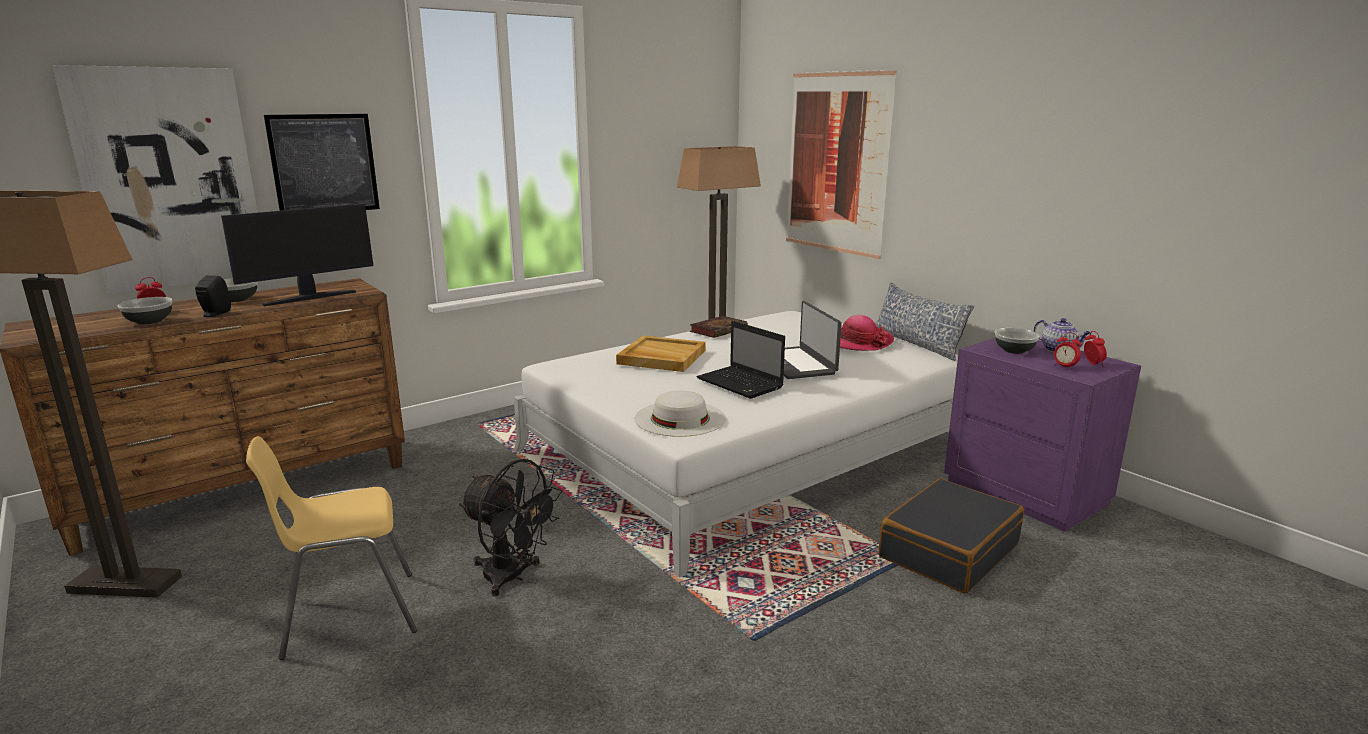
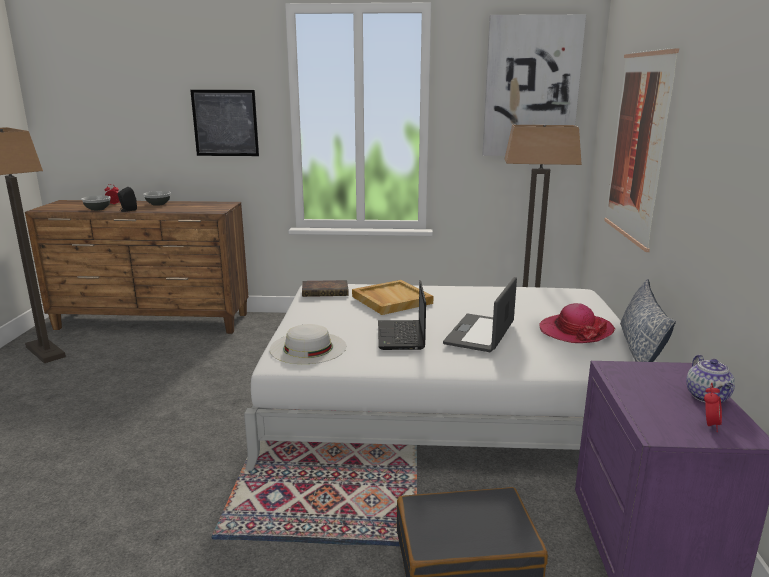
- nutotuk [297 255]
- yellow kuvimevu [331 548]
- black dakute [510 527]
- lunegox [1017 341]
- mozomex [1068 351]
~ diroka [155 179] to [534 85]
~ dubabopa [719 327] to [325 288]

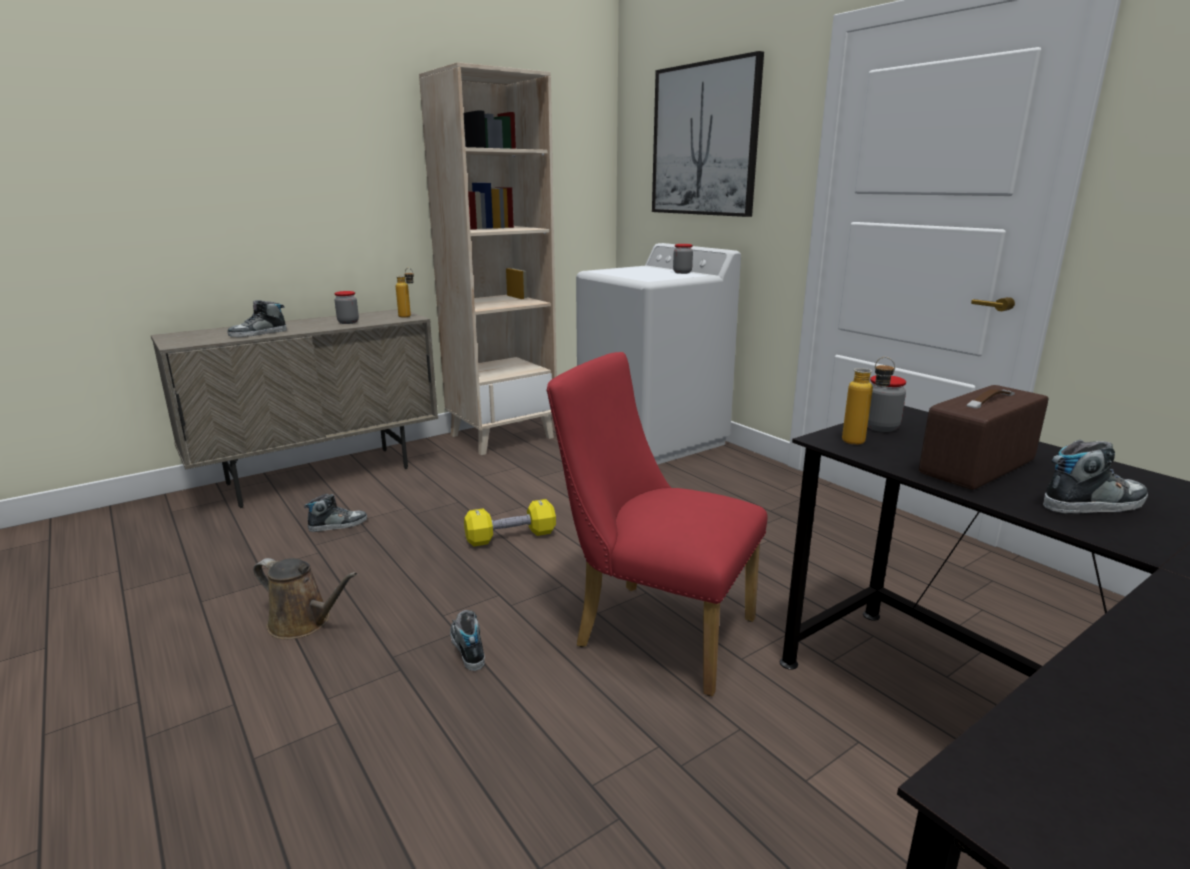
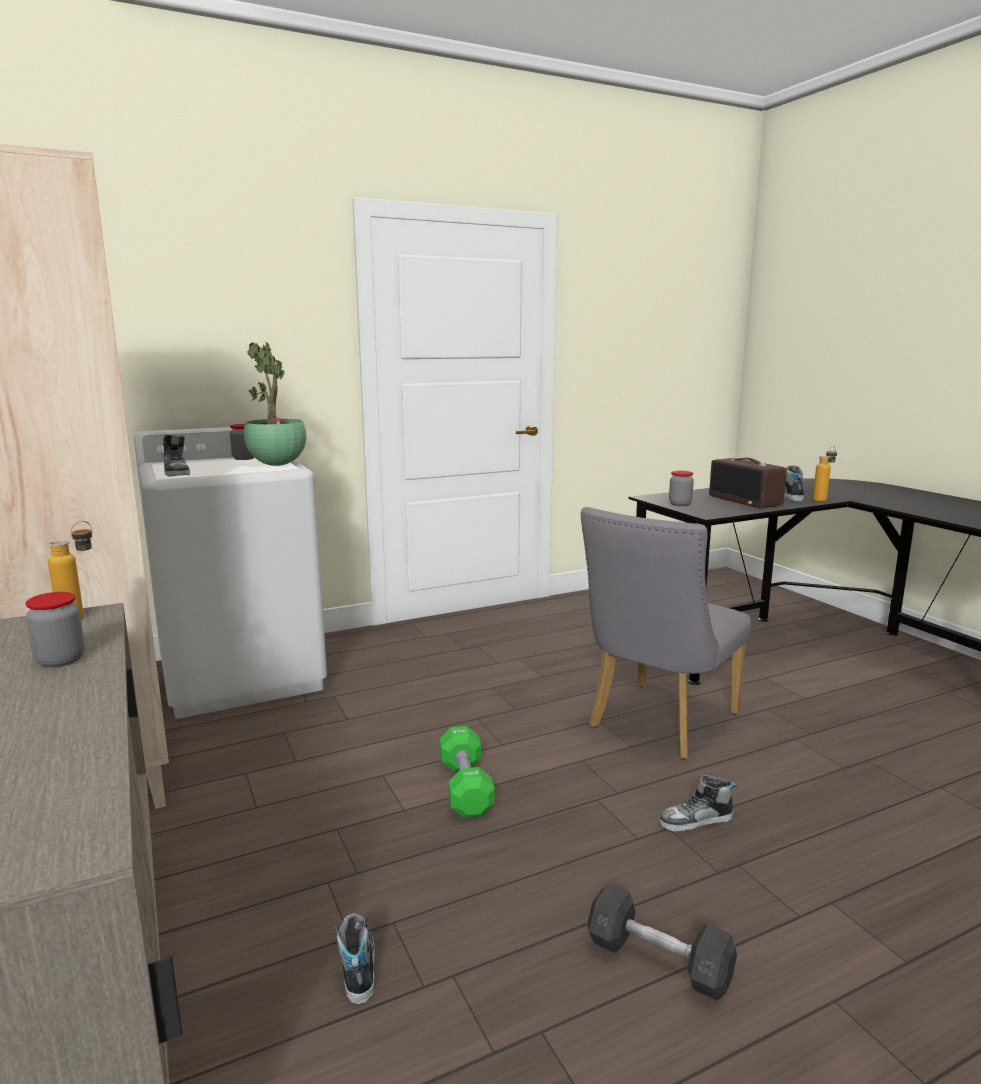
- diroka [708 134]
+ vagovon [275 404]
~ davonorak [257 318] to [176 455]
~ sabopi [868 401] to [825 474]
~ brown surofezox [305 599] to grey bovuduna [662 941]
~ yellow bovuduna [510 523] to green bovuduna [467 772]
~ red kuvimevu [656 524] to grey kuvimevu [666 633]

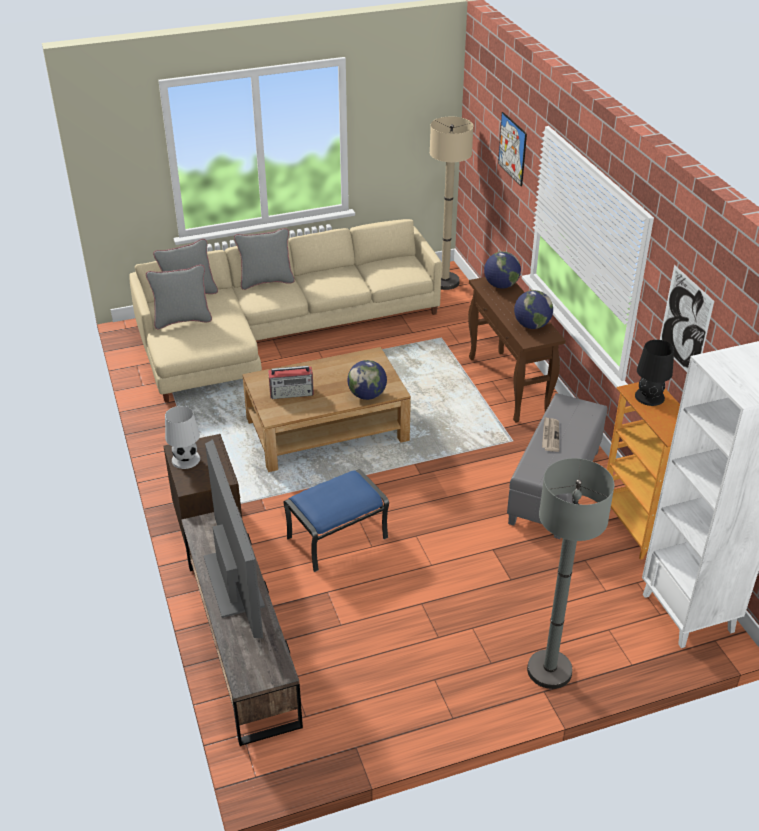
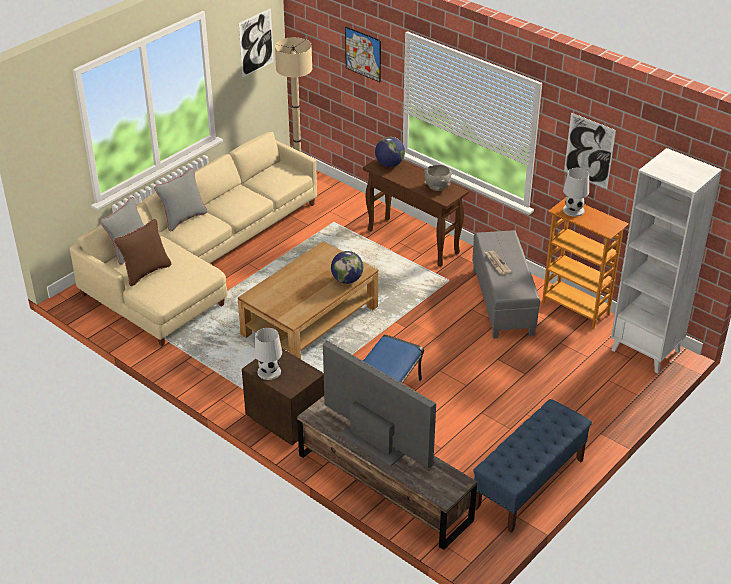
- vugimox [291 382]
- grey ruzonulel [570 573]
+ diroka [256 42]
+ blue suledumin [532 466]
~ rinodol [533 309] to grey lunegox [438 178]
~ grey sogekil [179 297] to brown sogekil [142 252]
~ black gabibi [654 373] to white gabibi [576 192]

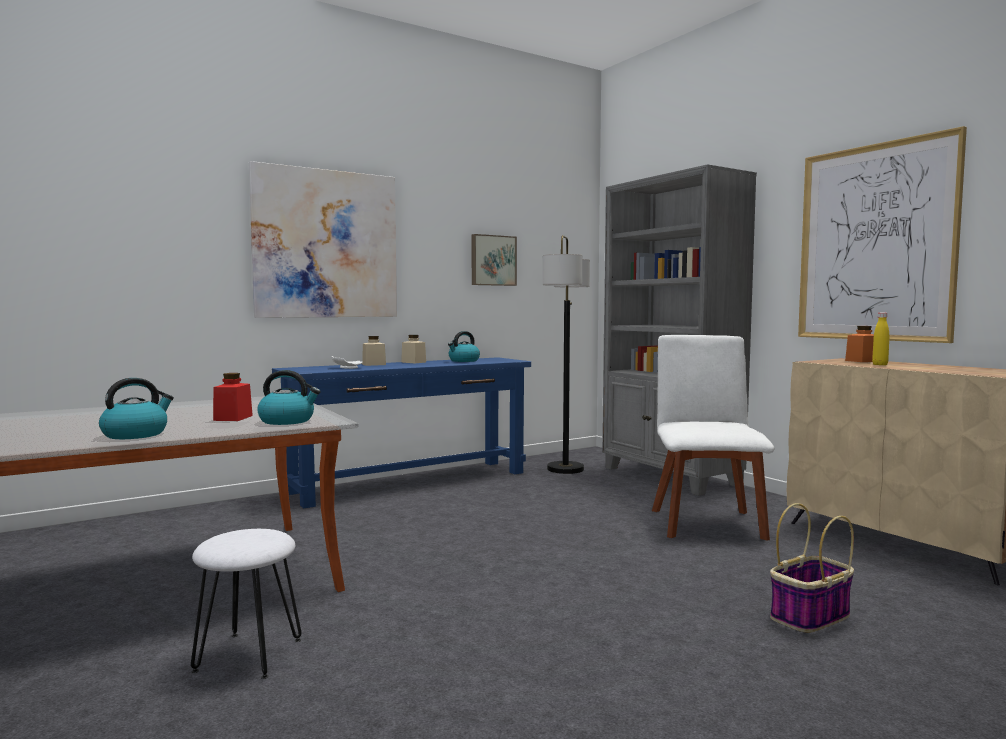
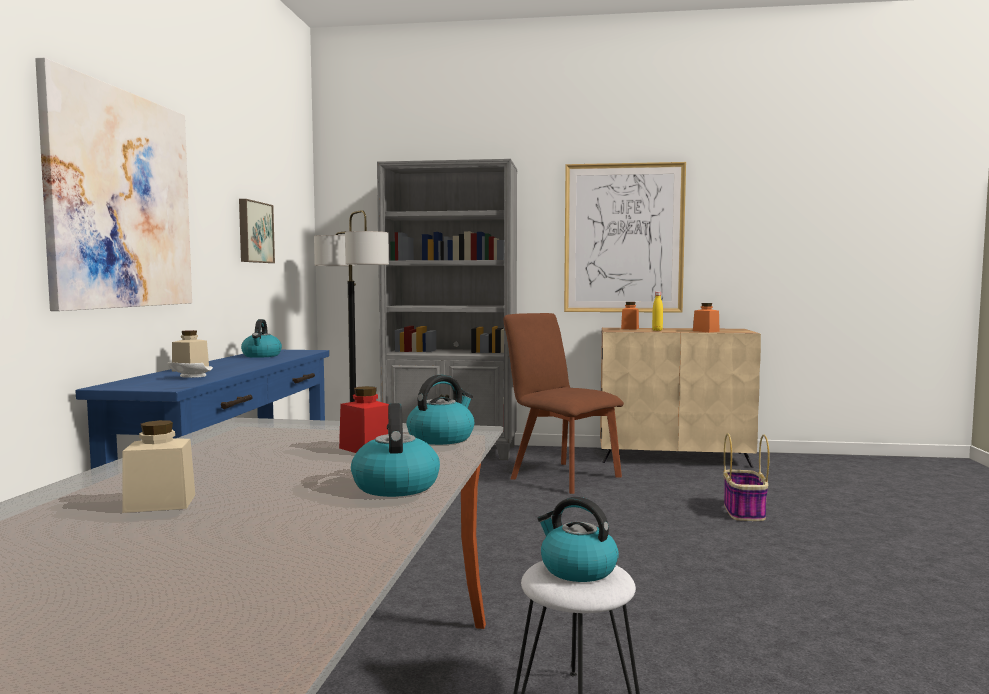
+ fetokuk [578 539]
+ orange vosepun [706 317]
~ beige vosepun [413 349] to [158 466]
~ white kuvimevu [713 437] to brown kuvimevu [563 403]

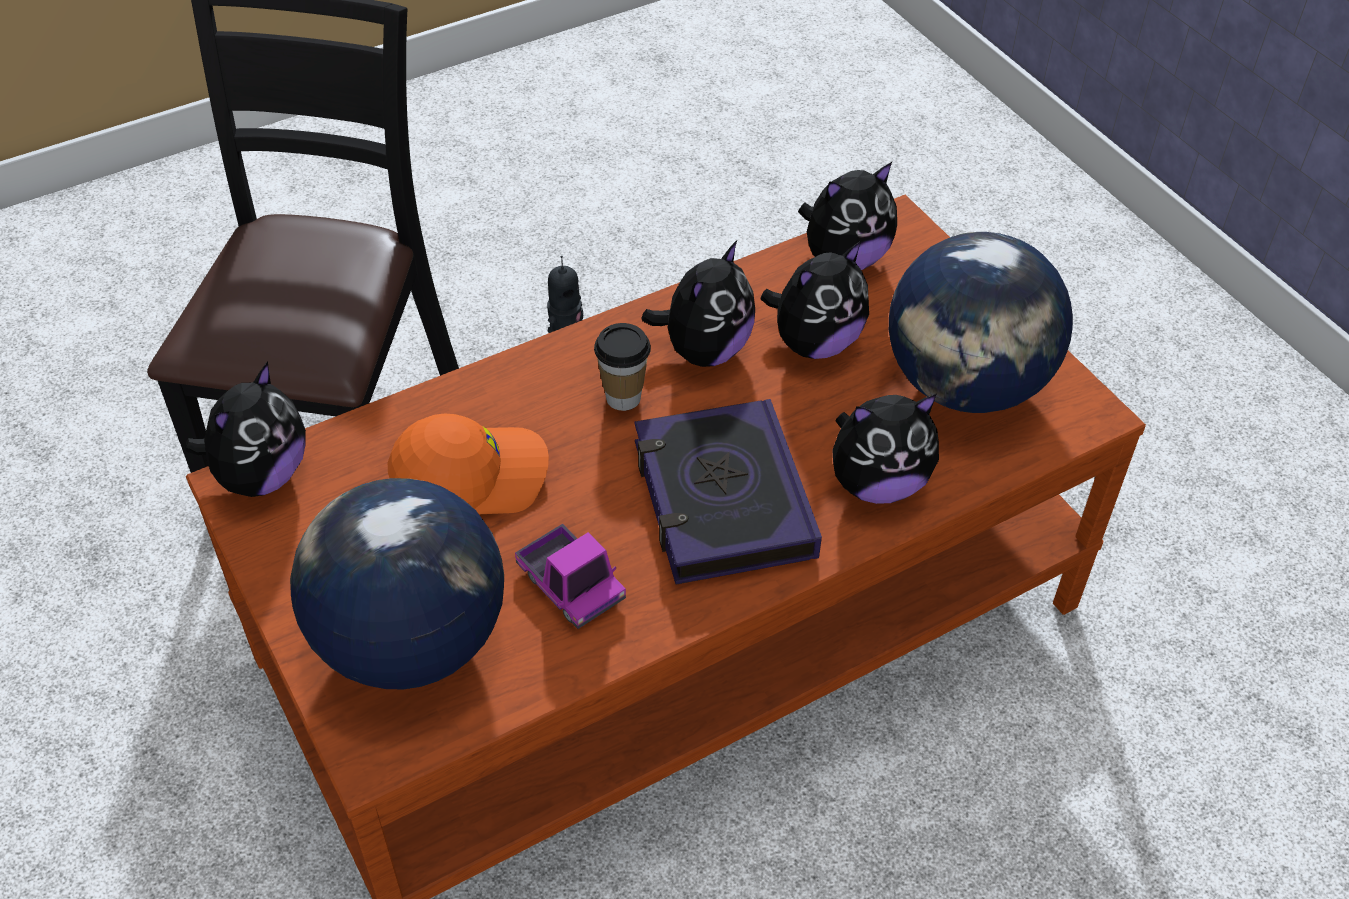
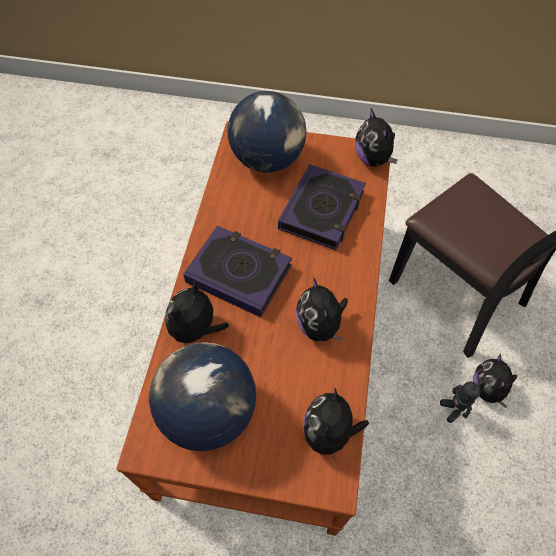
- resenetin [570 576]
- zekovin [622 367]
~ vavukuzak [815 300] to [495 381]
~ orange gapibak [468 464] to dubabopa [322 207]

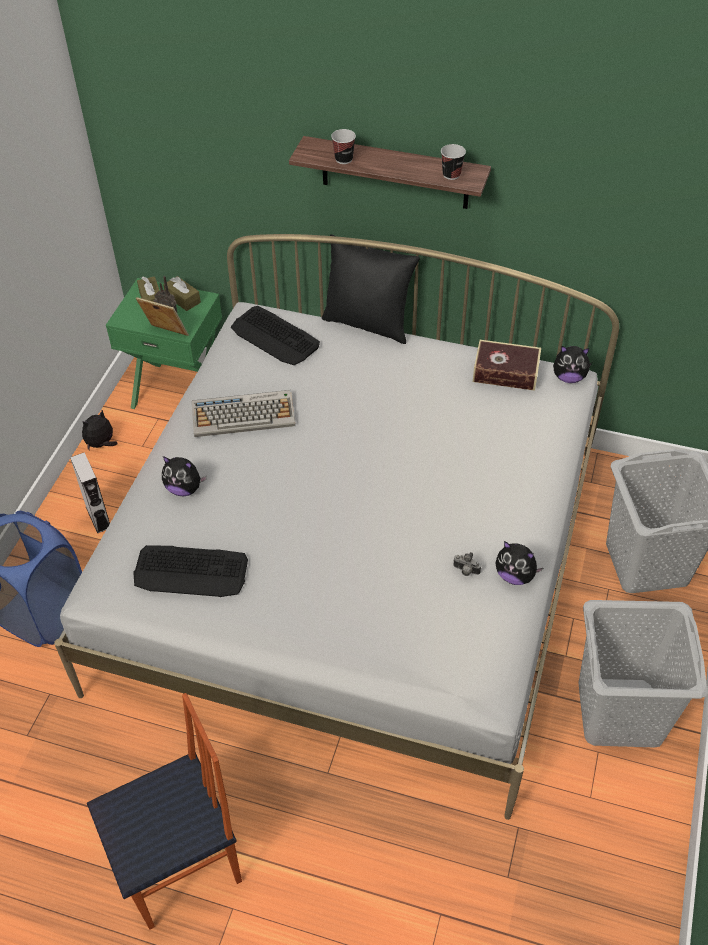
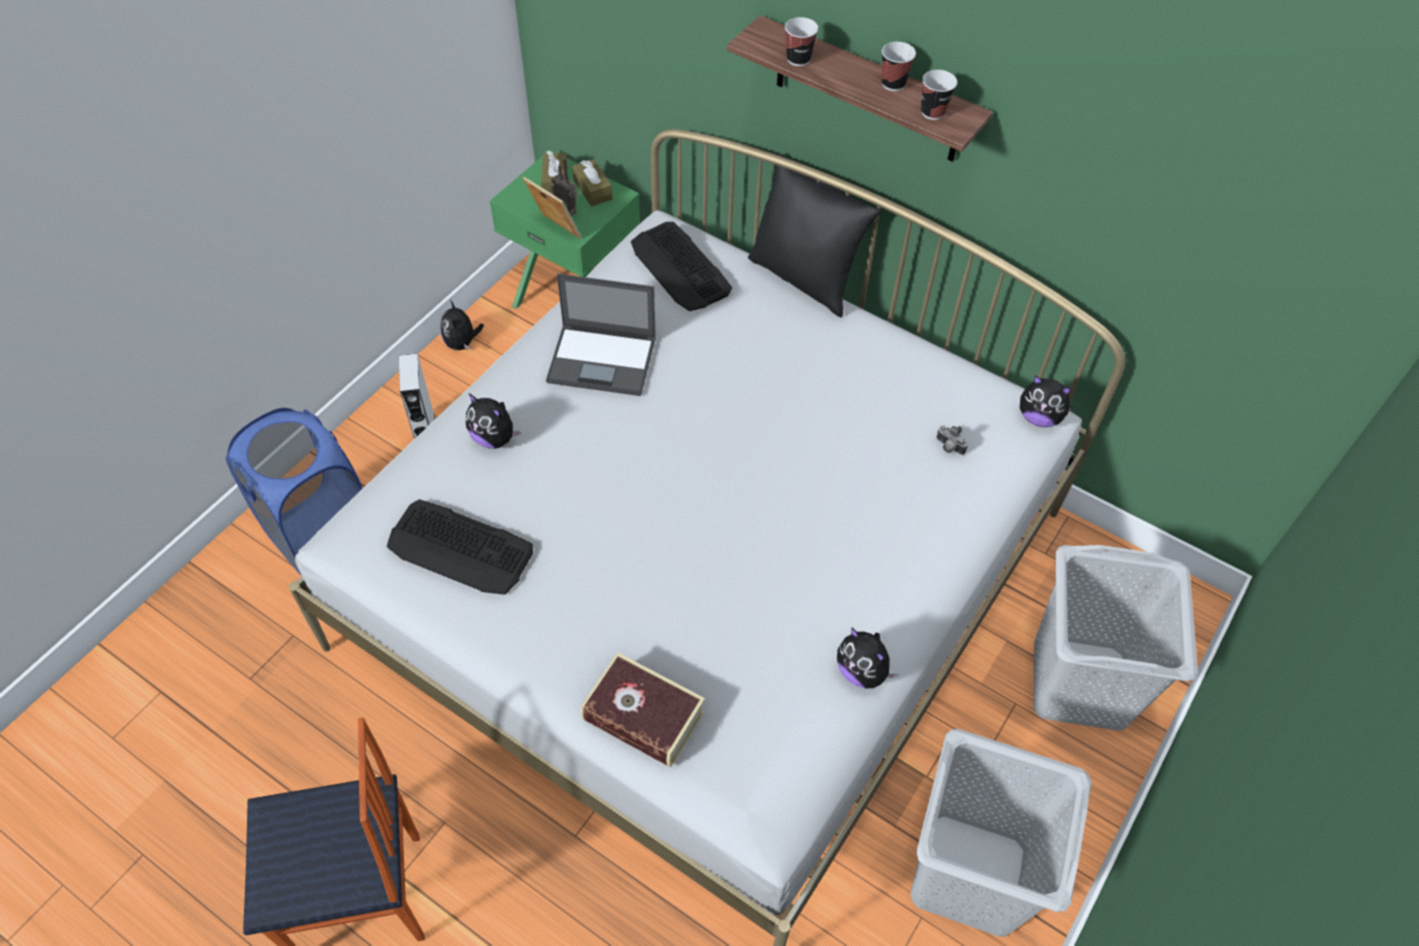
+ zekovin [898 66]
~ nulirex [467 564] to [952 440]
~ dubabopa [507 365] to [643 710]
~ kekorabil [244 413] to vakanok [601 335]
~ vavukuzak [100 430] = [462 325] 75 degrees counterclockwise

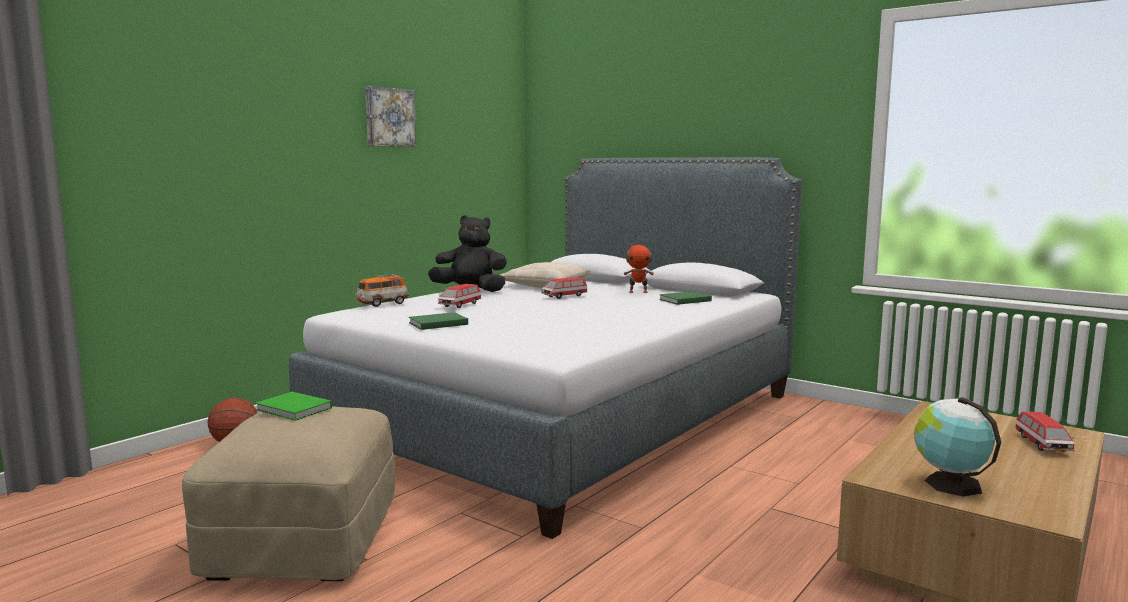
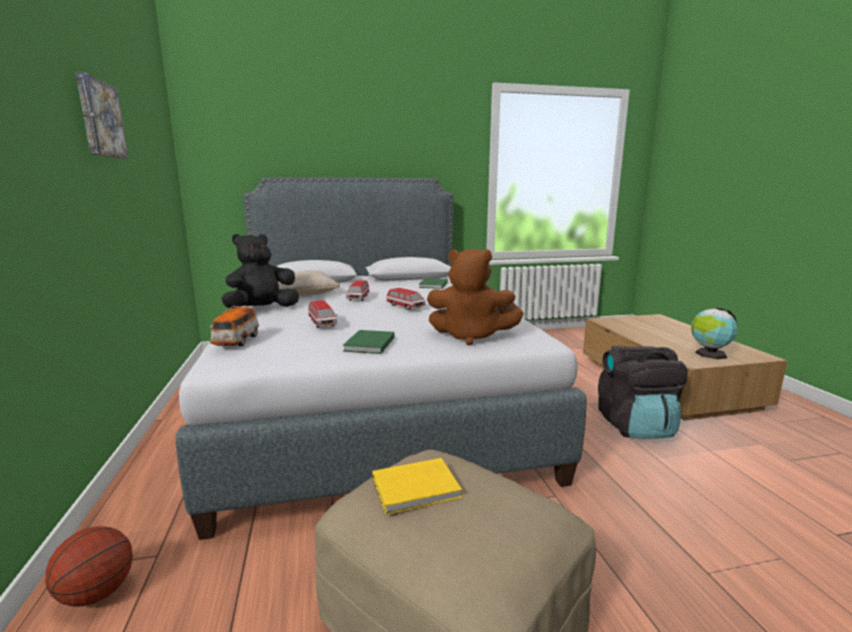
- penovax [638 267]
+ brown vavukuzak [475 297]
+ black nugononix [643 392]
~ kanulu [1045 432] to [406 299]
~ green dubabopa [293 406] to yellow dubabopa [417 486]

